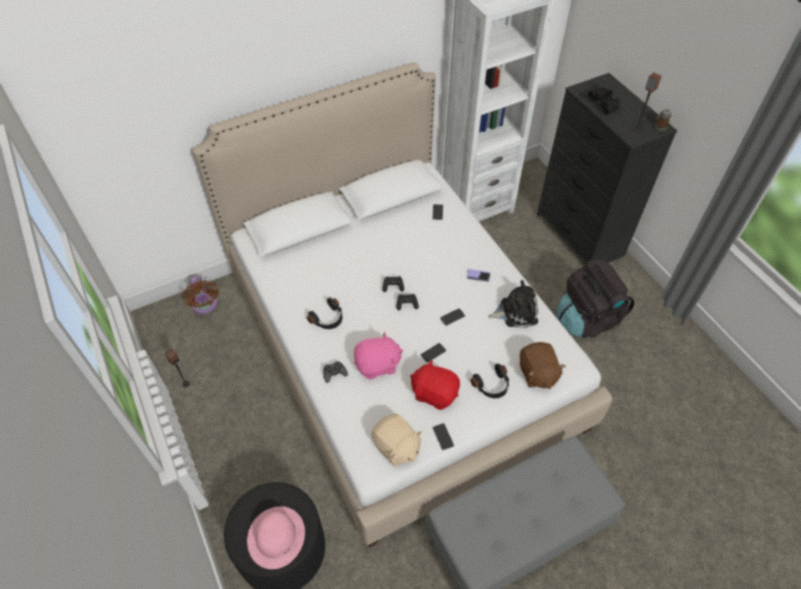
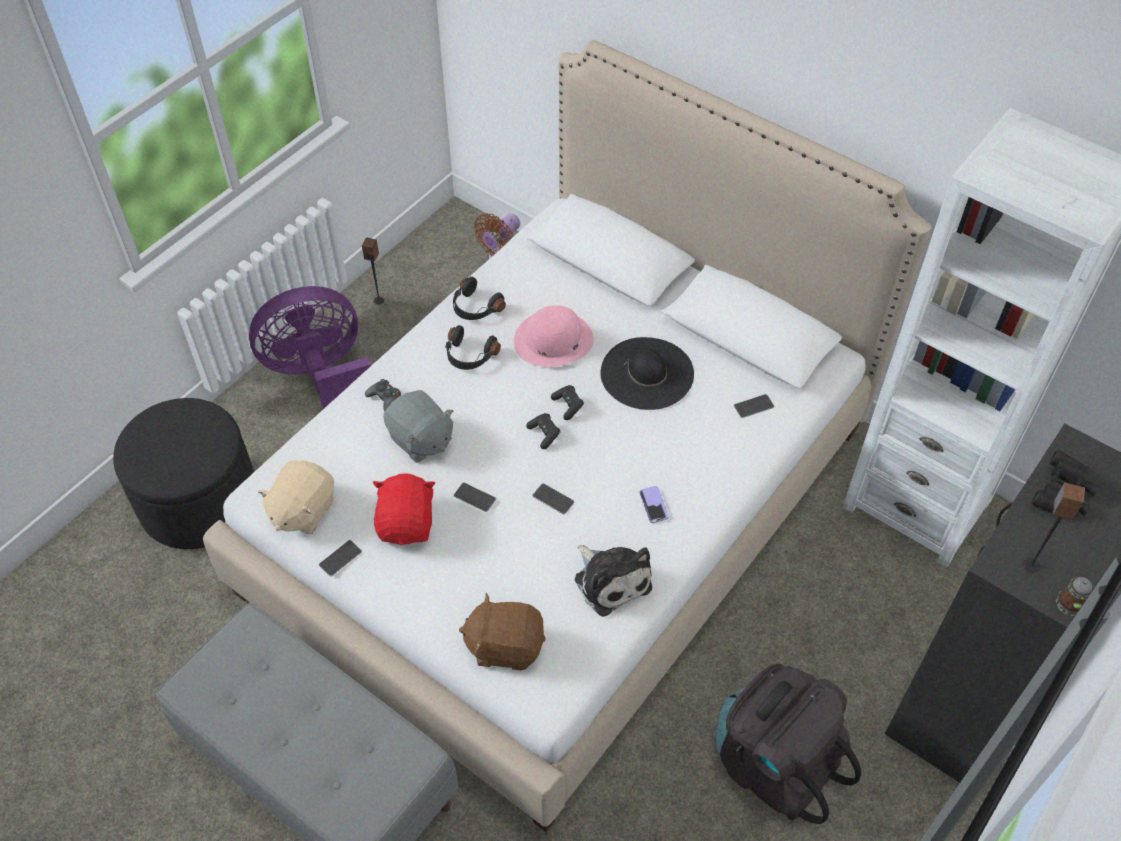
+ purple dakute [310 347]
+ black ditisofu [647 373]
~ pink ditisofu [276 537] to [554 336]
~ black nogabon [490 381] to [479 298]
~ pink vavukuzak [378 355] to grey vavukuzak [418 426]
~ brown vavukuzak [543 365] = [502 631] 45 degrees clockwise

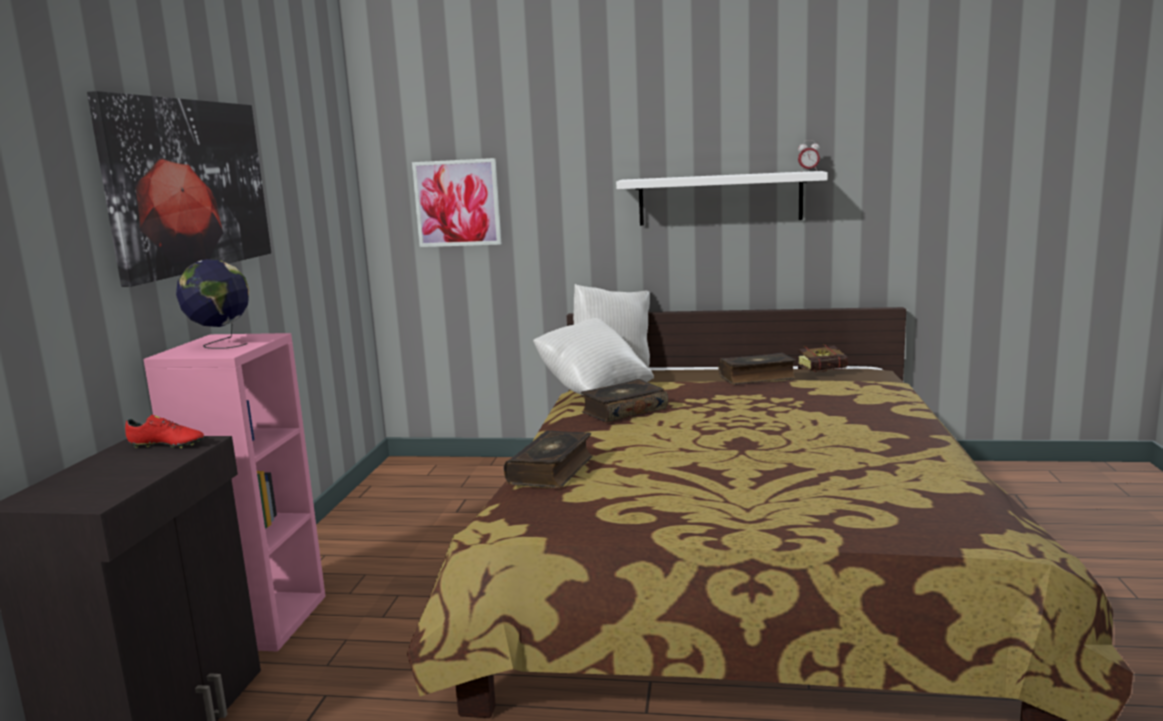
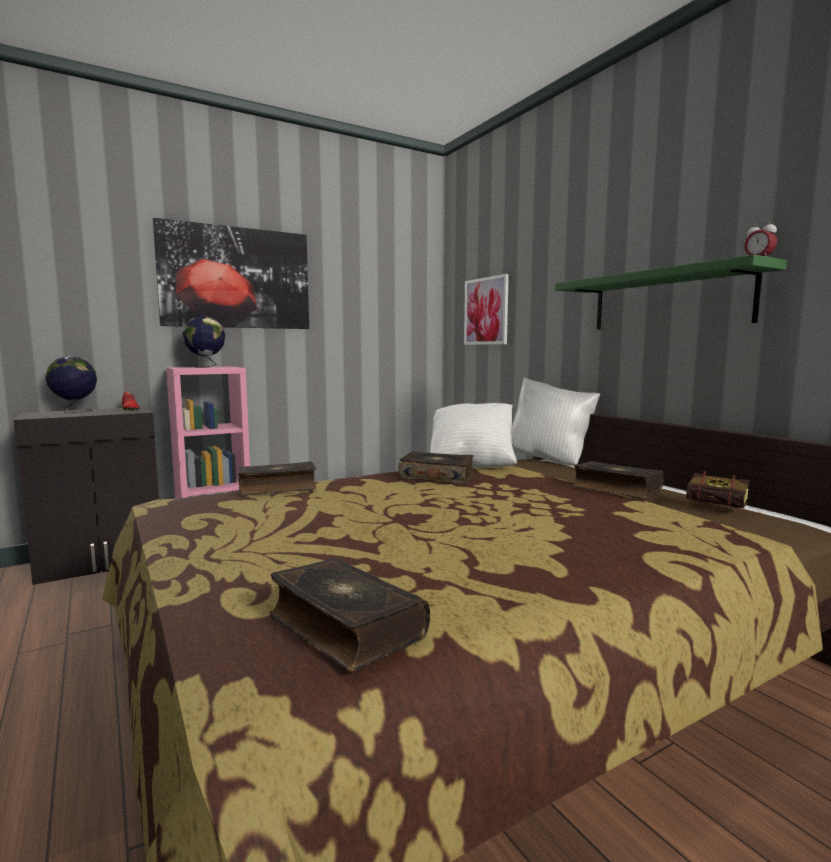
+ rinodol [71 384]
+ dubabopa [349 614]
~ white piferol [722 198] to green piferol [671 292]

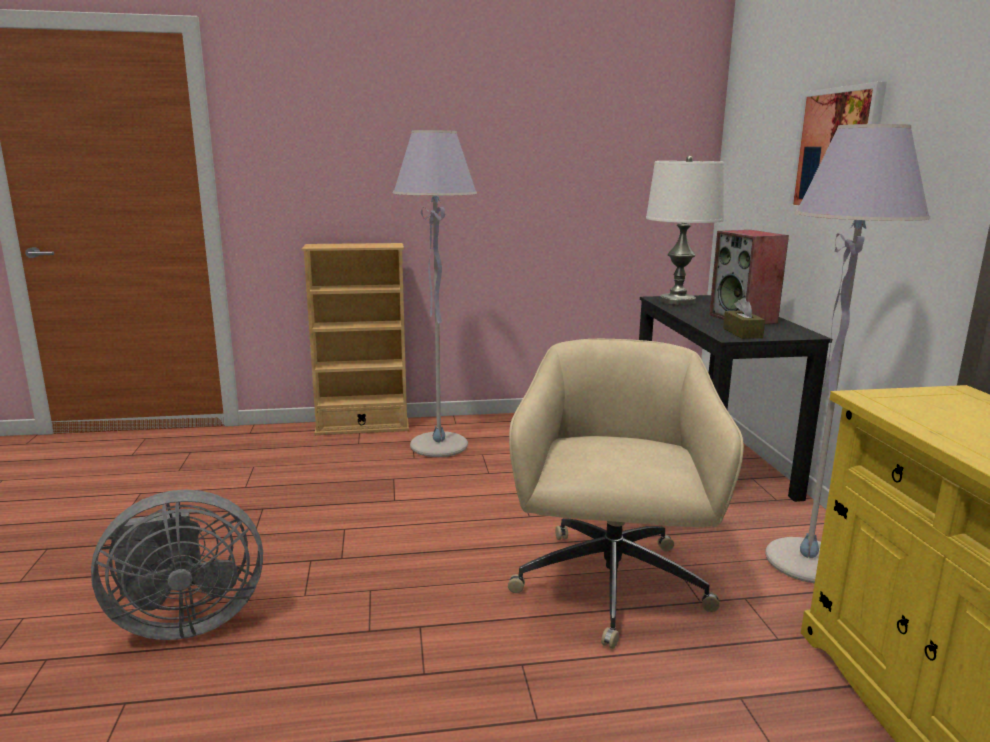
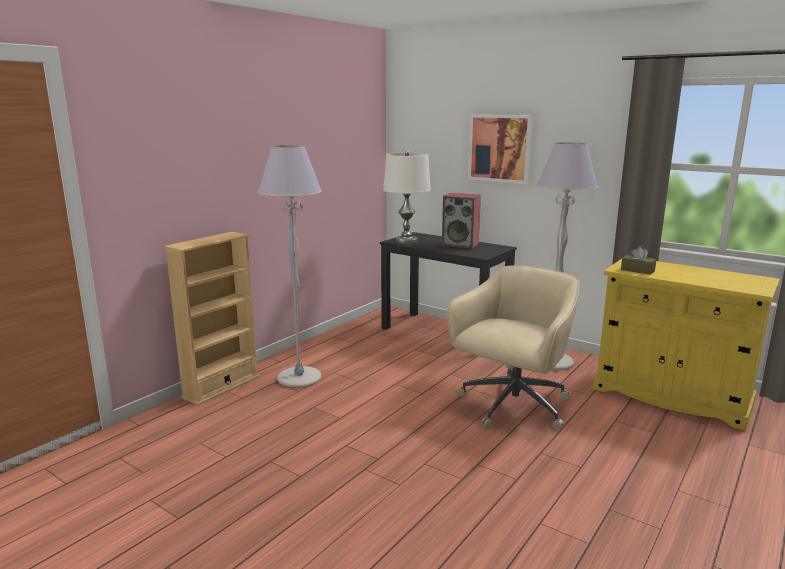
- grey dakute [177 564]
~ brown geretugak [744 318] to [638 261]
~ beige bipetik [626 494] = [513 347] 75 degrees clockwise

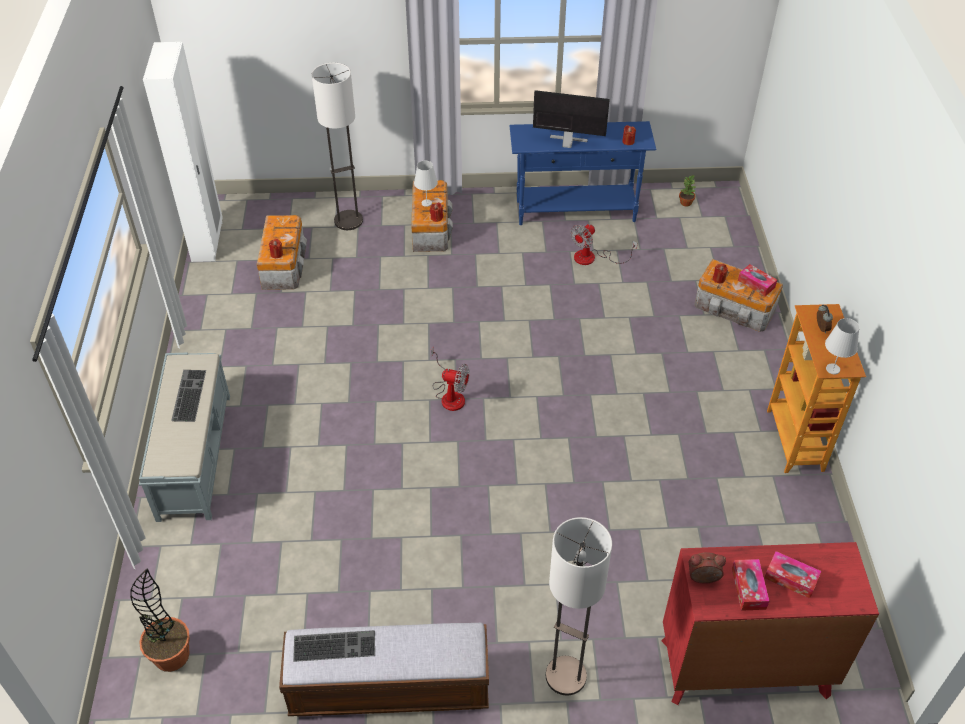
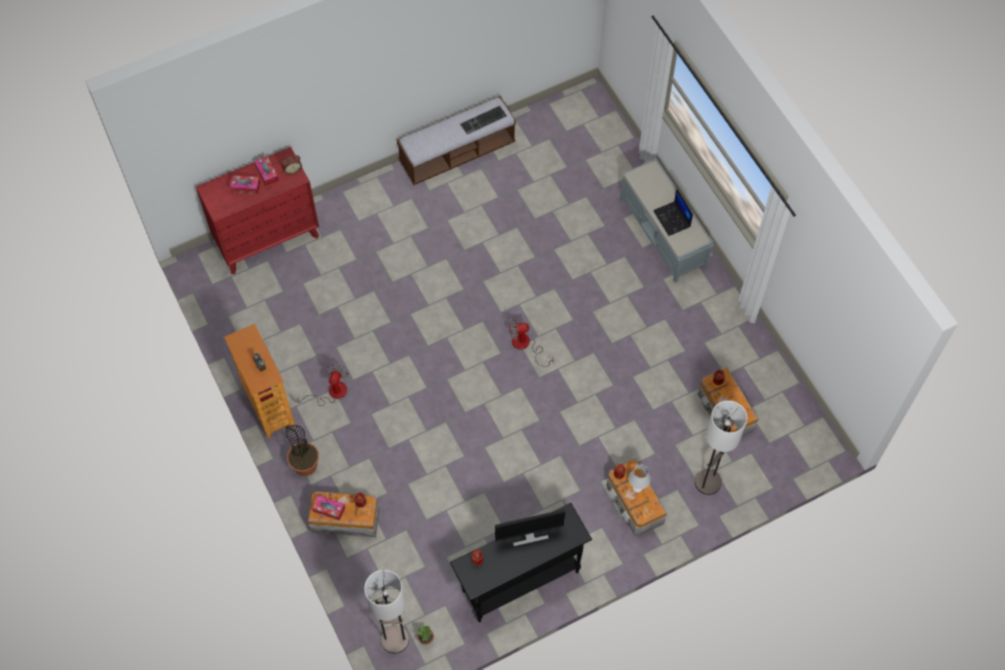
- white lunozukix [183 152]
- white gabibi [842 346]
~ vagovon [160 620] to [302 450]
~ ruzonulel [579 606] to [386 612]
~ dakute [603 244] to [321 385]
~ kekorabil [188 396] to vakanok [673 212]
~ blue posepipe [583 173] to black posepipe [521 562]

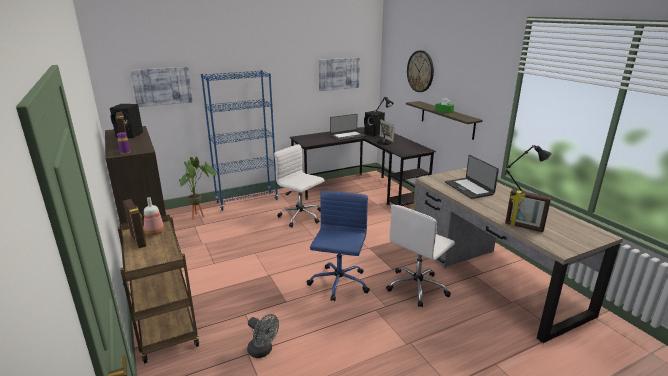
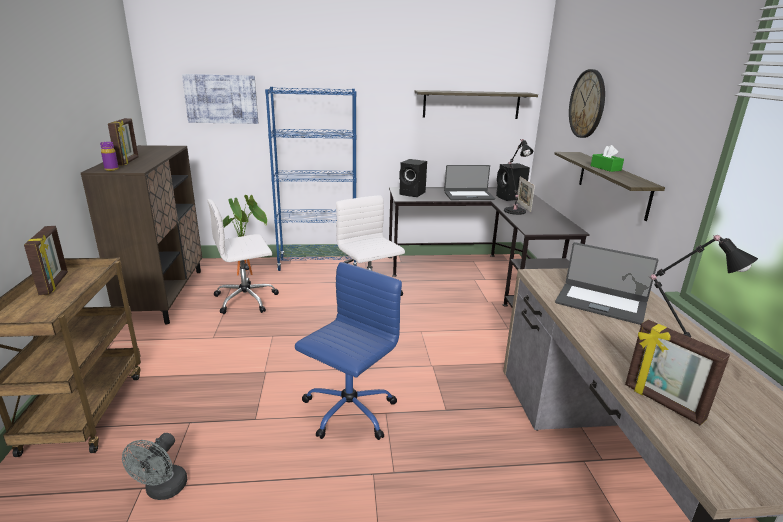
- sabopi [154 216]
~ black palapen [126 121] to [413 178]
~ white bipetik [420 256] to [243 256]
~ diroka [339 74] to piferol [476 104]
~ grey dakute [263 336] = [154 466] 45 degrees clockwise
~ vakanok [472 177] = [607 283] 60 degrees counterclockwise

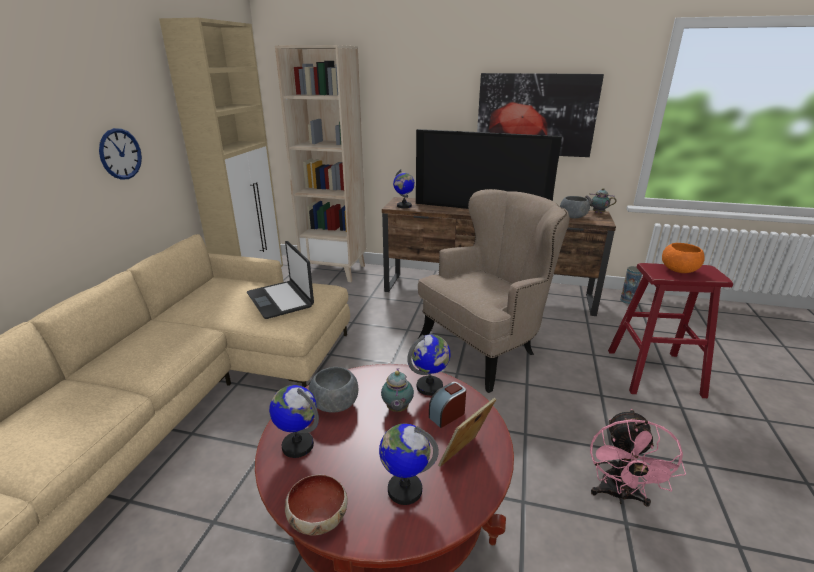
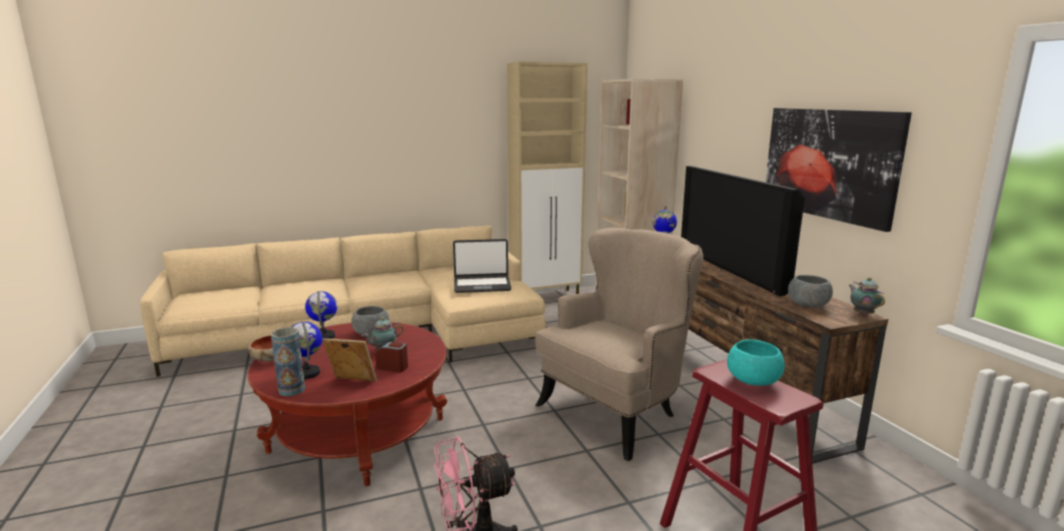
- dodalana [120 154]
- rinodol [428 365]
~ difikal [631 285] to [288 361]
~ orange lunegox [683 258] to turquoise lunegox [756 362]
~ vakanok [280 280] = [482 266] 120 degrees counterclockwise
~ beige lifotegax [494 291] = [619 344] 60 degrees counterclockwise

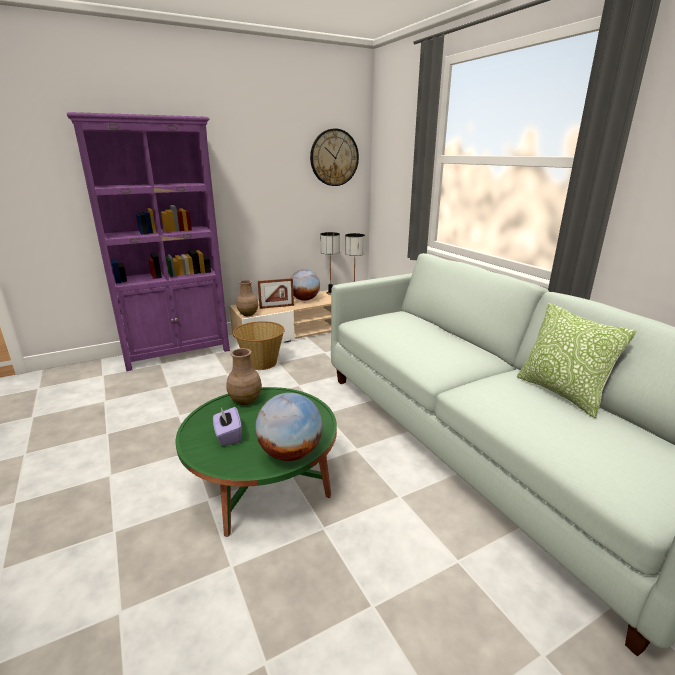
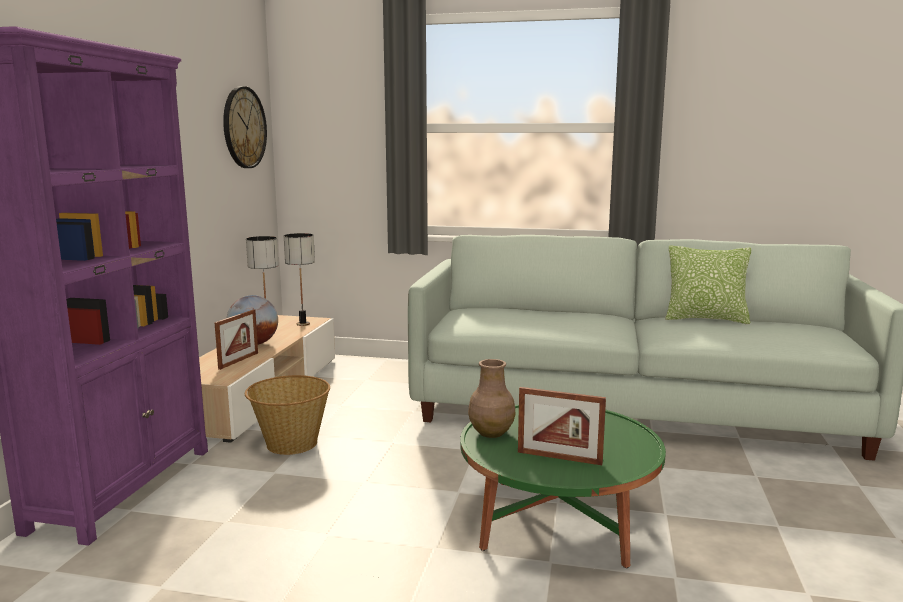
- brown difikal [247 298]
- rinodol [289 427]
~ purple geretugak [227 426] to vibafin [562 426]

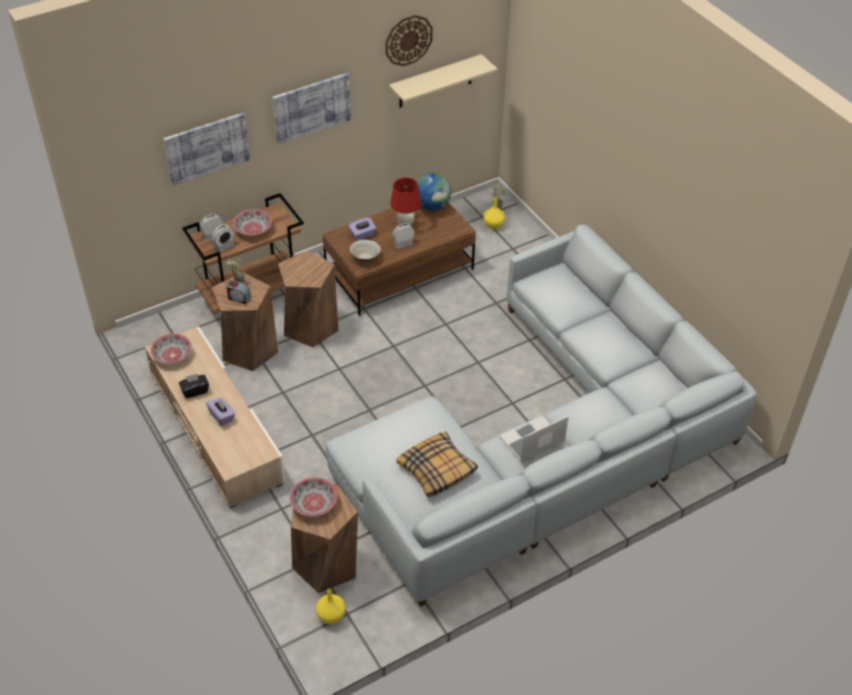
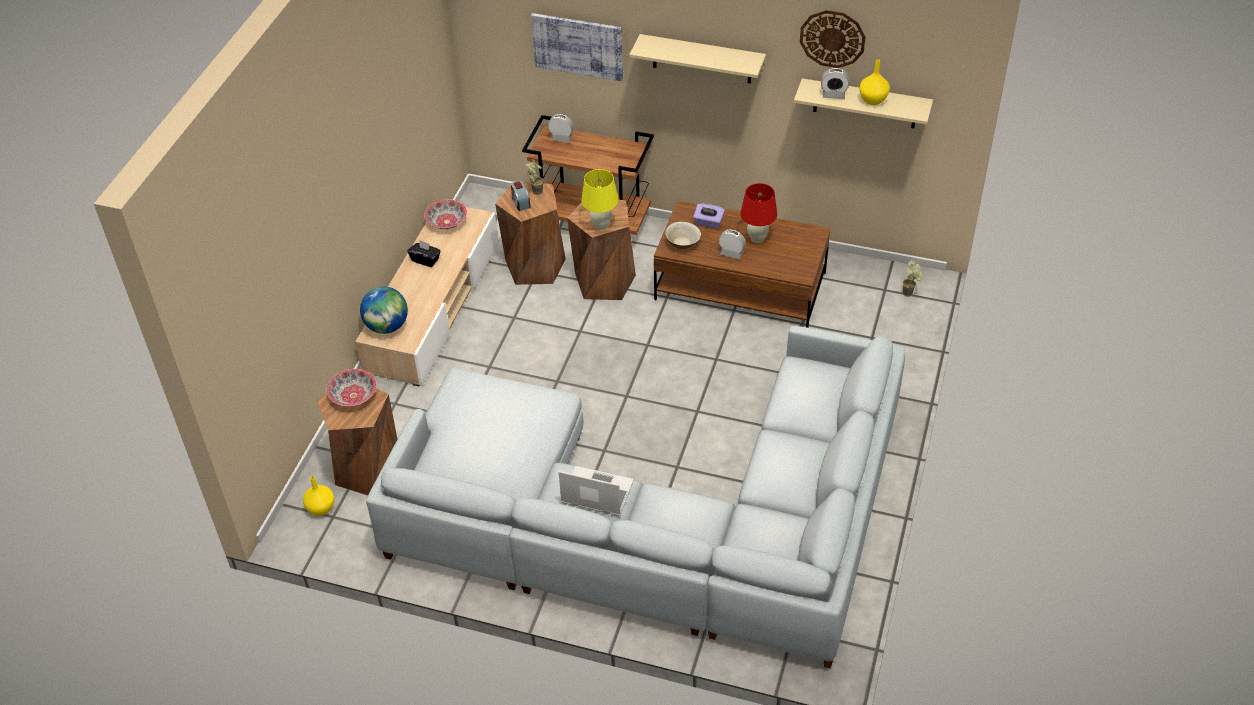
- purple geretugak [220 412]
- lunegox [252 222]
- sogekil [437 464]
+ yellow gabibi [600 199]
~ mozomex [223 238] to [835 83]
~ rinodol [434 192] to [384 310]
~ yellow difikal [494 213] to [874 82]
~ diroka [311 108] to beige piferol [697 59]

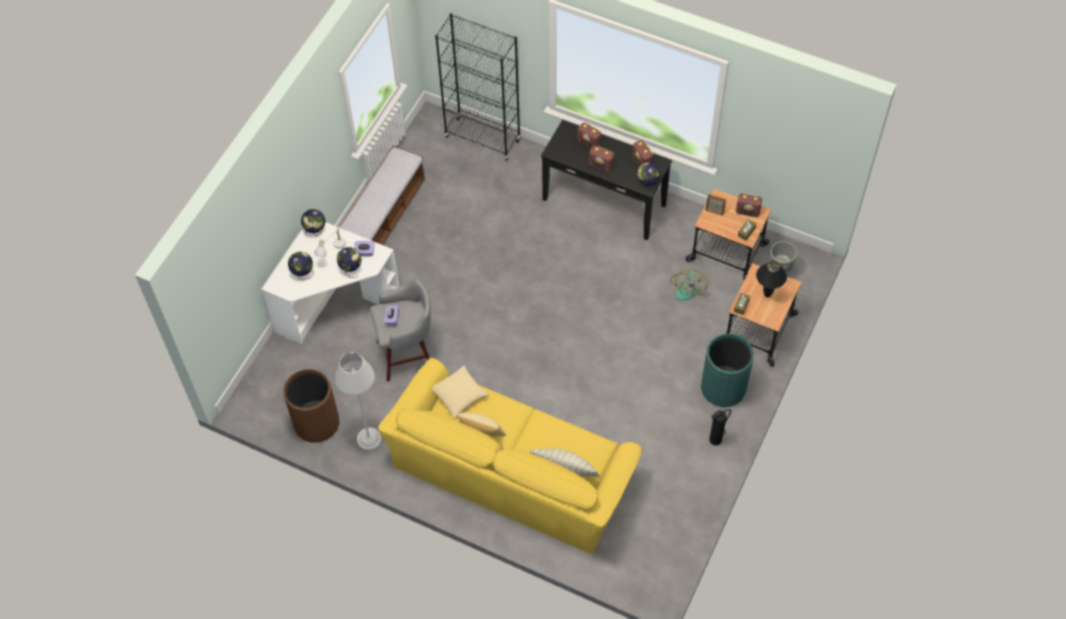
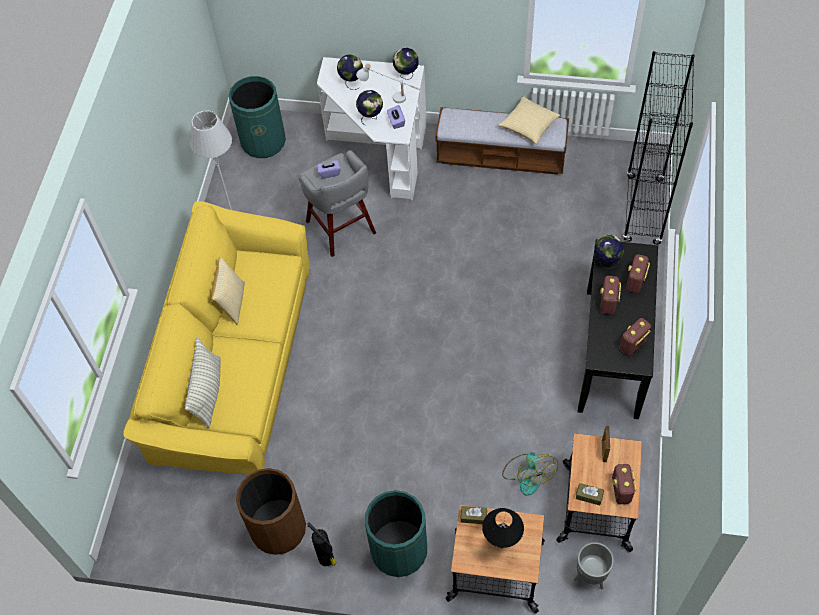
+ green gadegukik [257 117]
~ brown gadegukik [311 406] to [271 511]
~ sogekil [461 392] to [529 120]
~ rinodol [649 176] to [609 251]
~ dakute [689 285] = [530 474] 105 degrees counterclockwise

